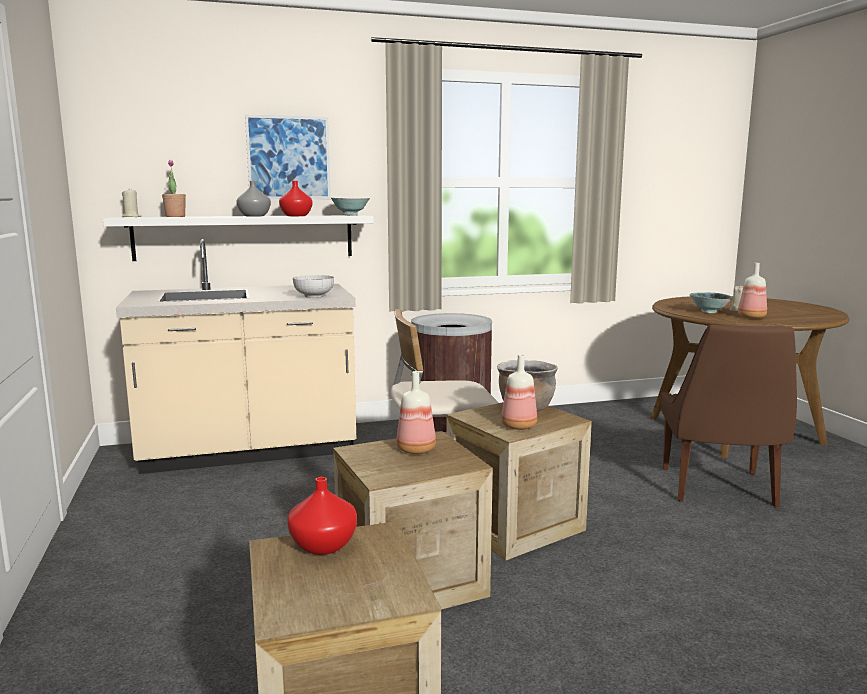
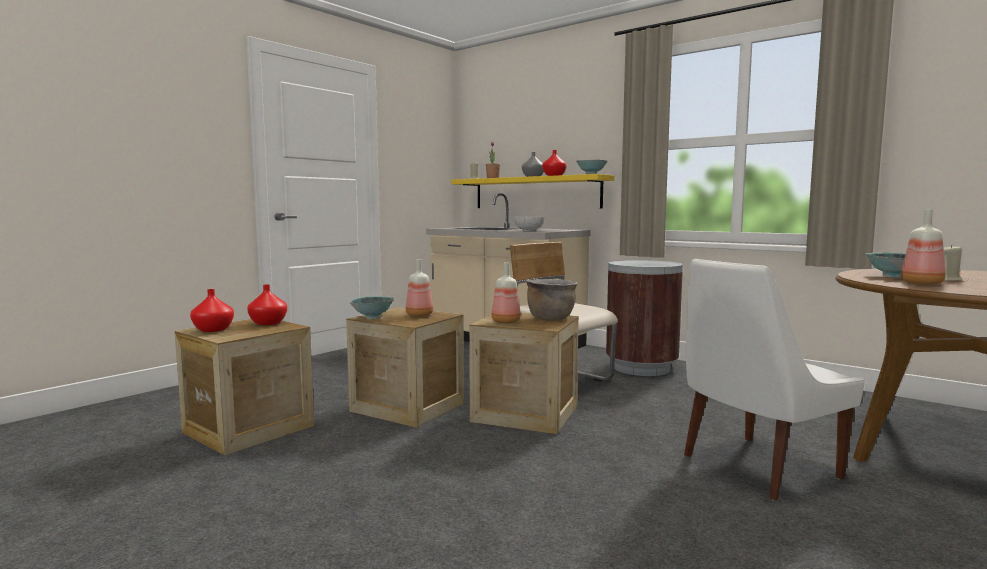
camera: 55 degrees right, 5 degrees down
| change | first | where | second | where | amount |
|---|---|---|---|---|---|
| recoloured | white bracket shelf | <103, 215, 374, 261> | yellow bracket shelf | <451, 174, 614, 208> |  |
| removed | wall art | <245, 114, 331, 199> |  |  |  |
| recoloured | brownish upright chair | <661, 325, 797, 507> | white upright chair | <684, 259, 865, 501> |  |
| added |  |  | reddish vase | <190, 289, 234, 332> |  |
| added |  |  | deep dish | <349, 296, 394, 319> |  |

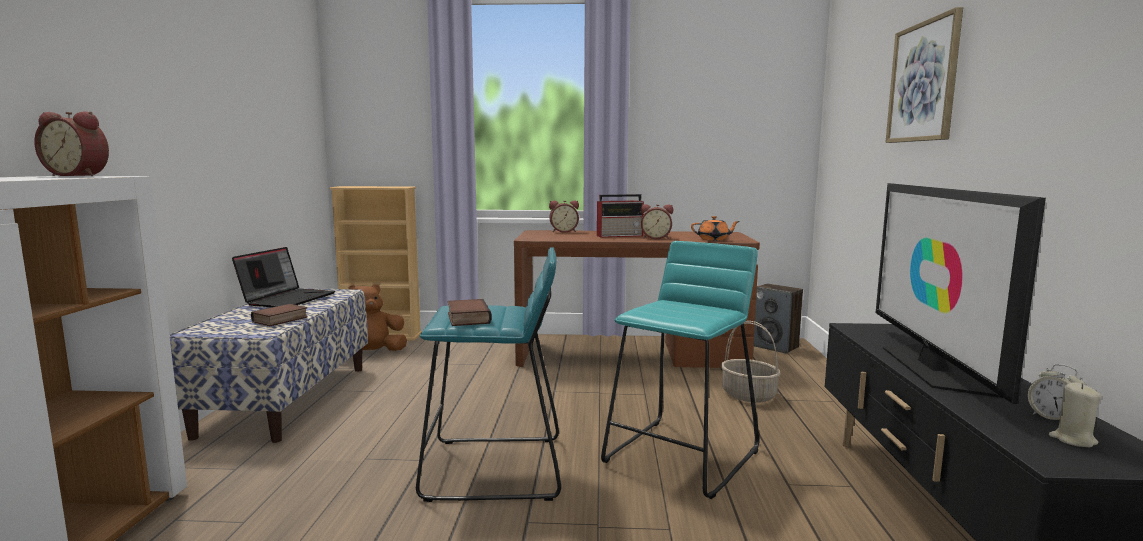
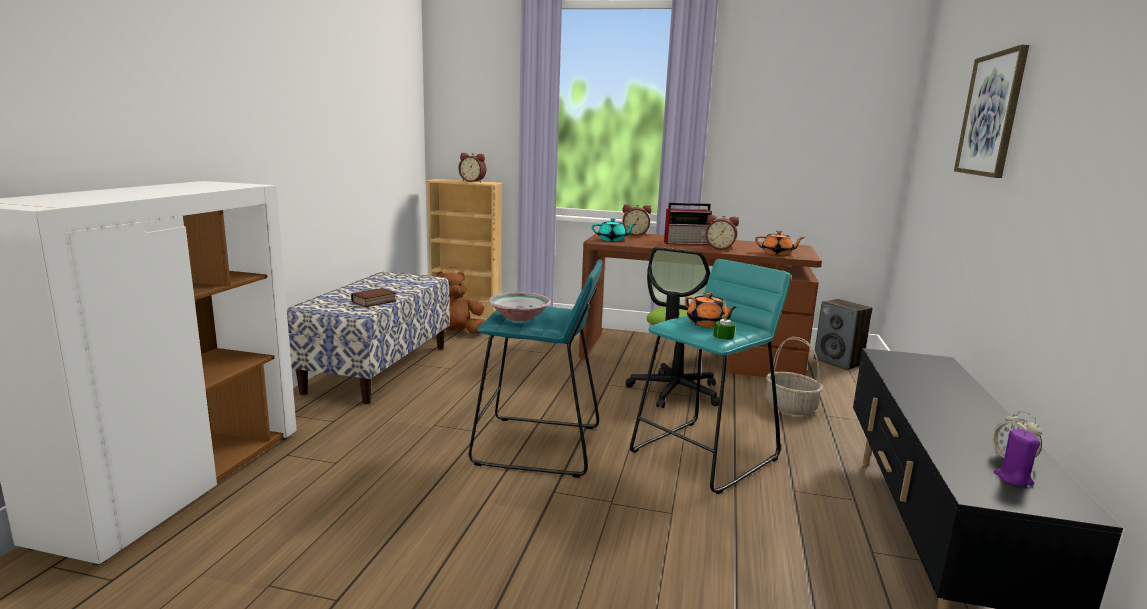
camera: 10 degrees right, 5 degrees up
| change | first | where | second | where | amount |
|---|---|---|---|---|---|
| moved | bedside clock | <34, 111, 109, 176> |  | <459, 153, 486, 182> |  |
| removed | laptop | <232, 247, 335, 307> |  |  |  |
| replaced | bound book | <448, 299, 492, 326> | deep dish | <489, 292, 551, 321> |  |
| removed | TV | <875, 183, 1046, 404> |  |  |  |
| recoloured | sand-coloured candle | <1049, 382, 1102, 447> | purplish candle | <993, 429, 1040, 487> |  |
| added |  |  | blue-green tea pot | <592, 218, 636, 241> |  |
| added |  |  | office chair | <625, 247, 719, 408> |  |
| added |  |  | orange-coloured tea pot | <685, 292, 737, 327> |  |
| added |  |  | green candle | <713, 313, 736, 340> |  |

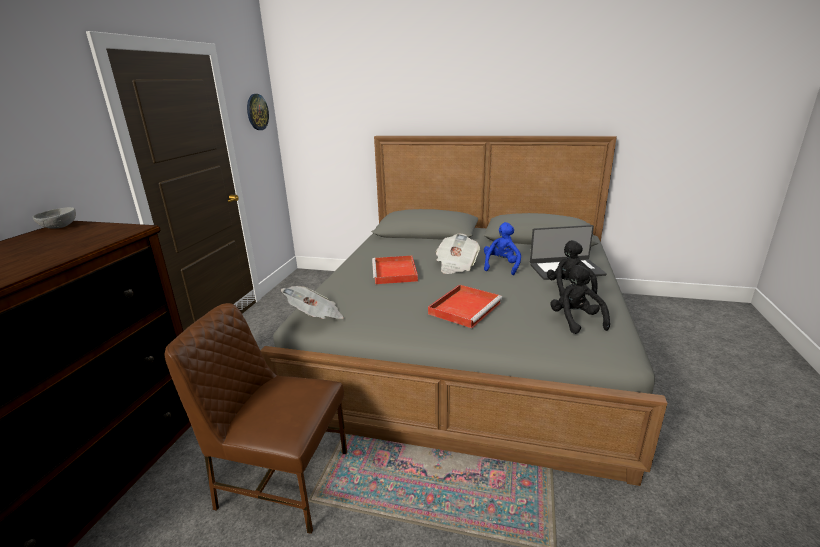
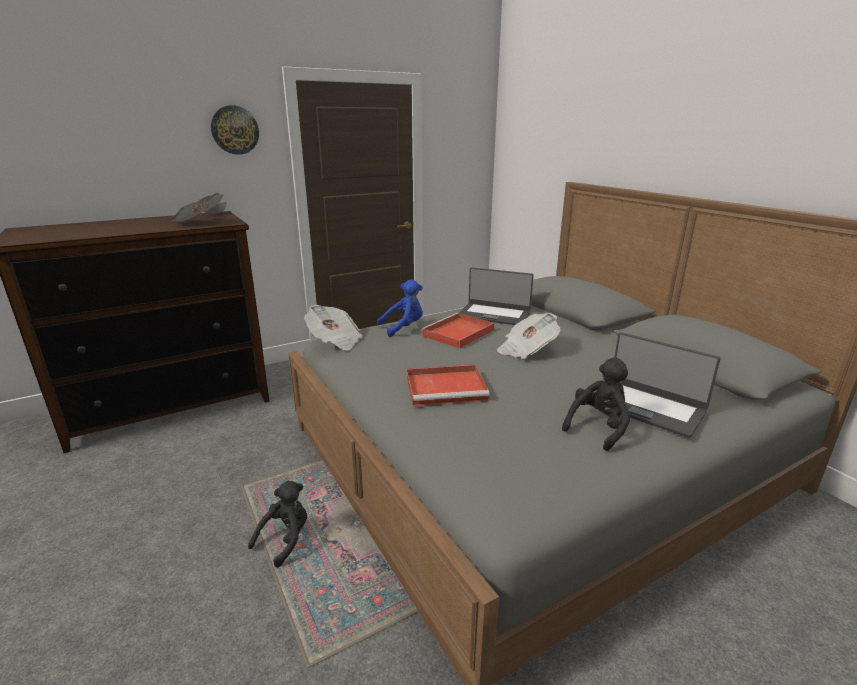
camera: 45 degrees right, 0 degrees up
| change | first | where | second | where | amount |
|---|---|---|---|---|---|
| removed | brownish upright chair | <165, 303, 347, 534> |  |  |  |
| moved | wall clock | <247, 94, 269, 130> |  | <211, 105, 259, 155> |  |
| moved | blue soft toy | <484, 222, 521, 275> |  | <377, 279, 423, 337> |  |
| moved | black-coloured soft toy | <550, 265, 610, 334> |  | <248, 481, 307, 568> |  |
| added |  |  | newspaper | <171, 193, 224, 222> |  |
| added |  |  | laptop | <459, 267, 534, 325> |  |

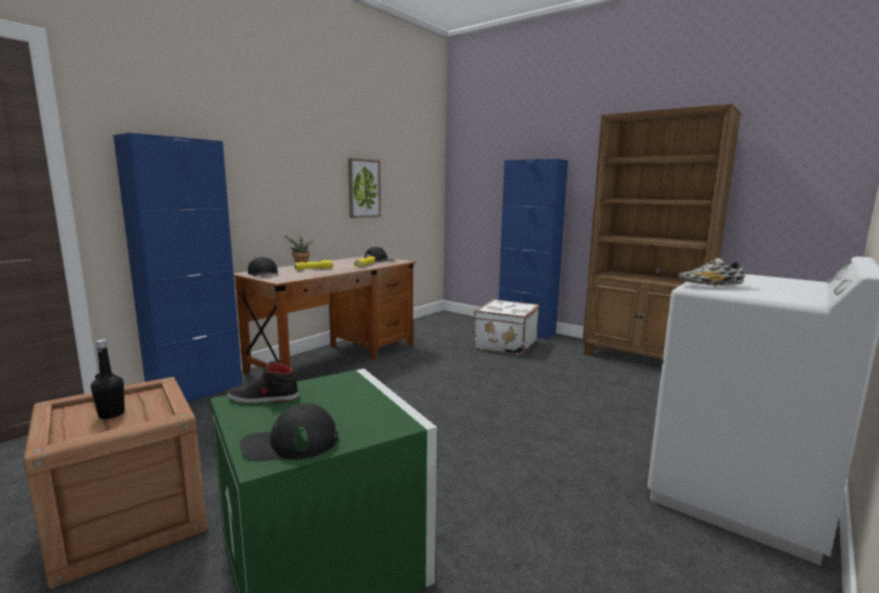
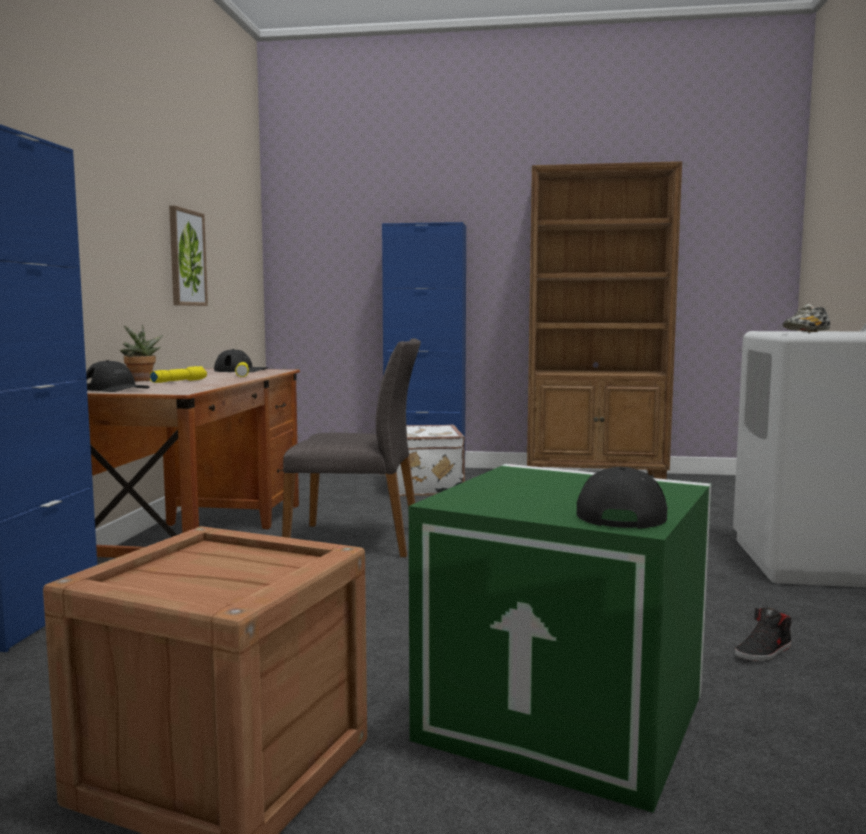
camera: 30 degrees left, 5 degrees down
| change | first | where | second | where | amount |
|---|---|---|---|---|---|
| removed | black-coloured bottle | <91, 339, 125, 419> |  |  |  |
| moved | black-coloured shoe | <227, 361, 299, 403> |  | <735, 607, 791, 662> |  |
| turned | black-coloured cap | <239, 403, 338, 461> |  | <577, 467, 668, 529> | 150 degrees clockwise |
| added |  |  | gray upright chair | <282, 338, 421, 557> |  |

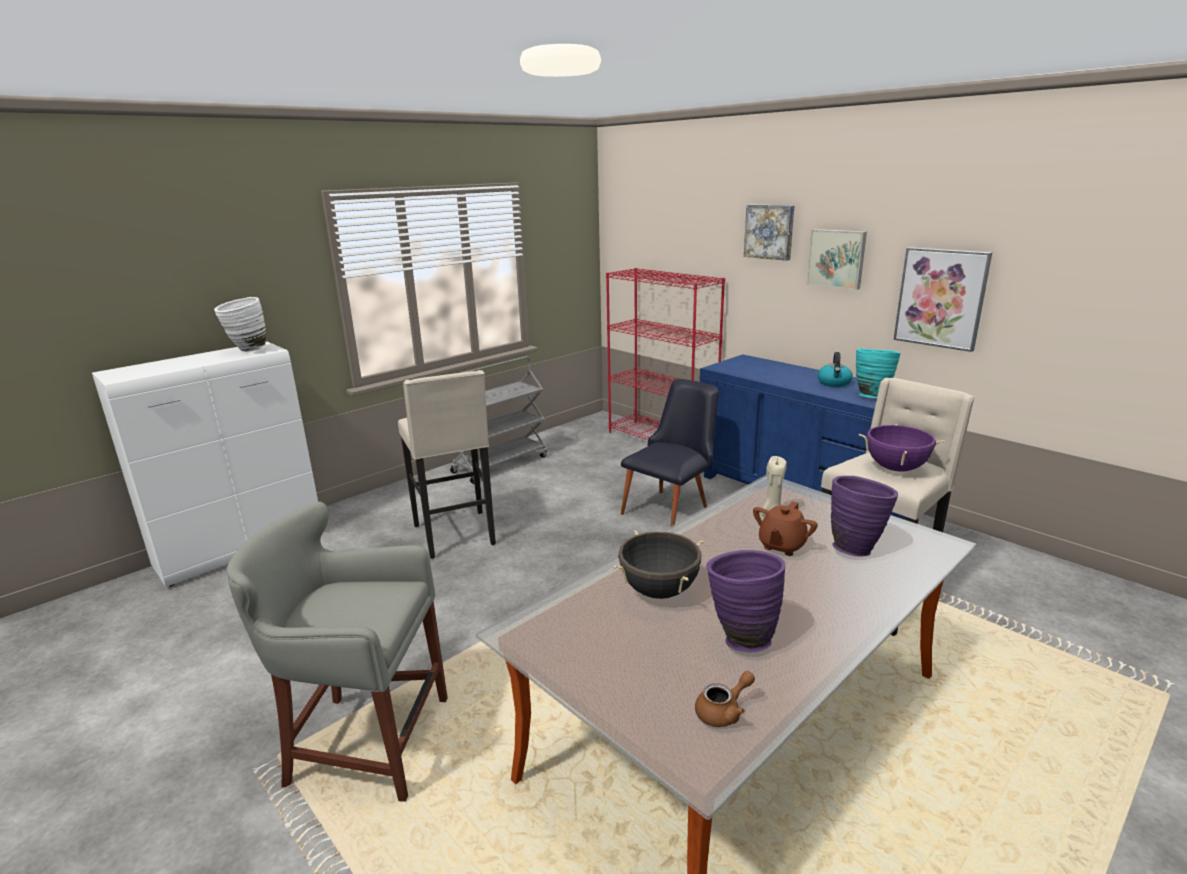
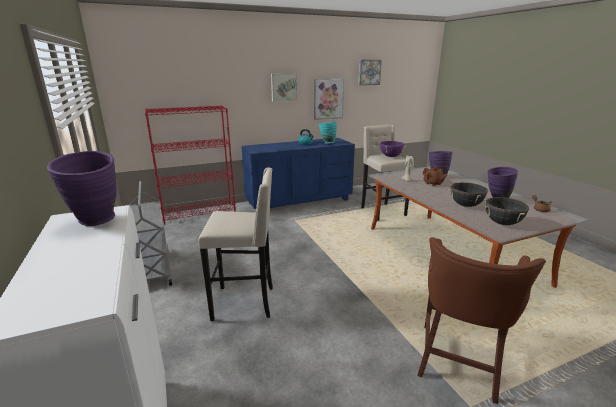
camera: 70 degrees left, 0 degrees up
| change | first | where | second | where | amount |
|---|---|---|---|---|---|
| recoloured | white vase | <214, 297, 267, 354> | purplish vase | <47, 151, 117, 226> |  |
| recoloured | gray sitting stool | <227, 502, 448, 802> | brownish sitting stool | <417, 237, 546, 404> |  |
| removed | black-coloured upright chair | <621, 379, 719, 526> |  |  |  |
| moved | wall art | <744, 204, 795, 261> |  | <358, 60, 382, 86> |  |
| added |  |  | black-coloured stockpot | <485, 196, 529, 225> |  |

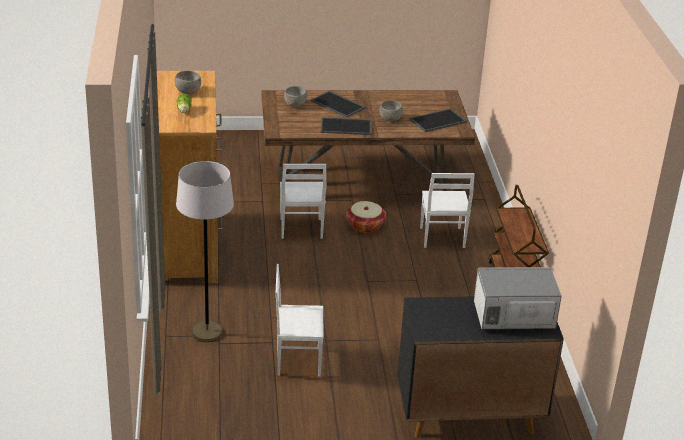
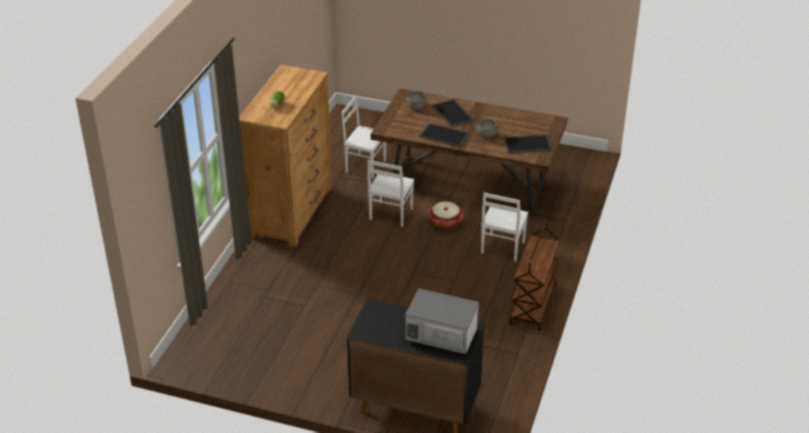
camera: 25 degrees right, 5 degrees up
| change | first | where | second | where | amount |
|---|---|---|---|---|---|
| removed | gray deep dish | <175, 71, 201, 94> |  |  |  |
| removed | gray standard lamp | <176, 161, 234, 342> |  |  |  |
| moved | white upright chair | <276, 264, 324, 376> |  | <342, 95, 386, 179> |  |

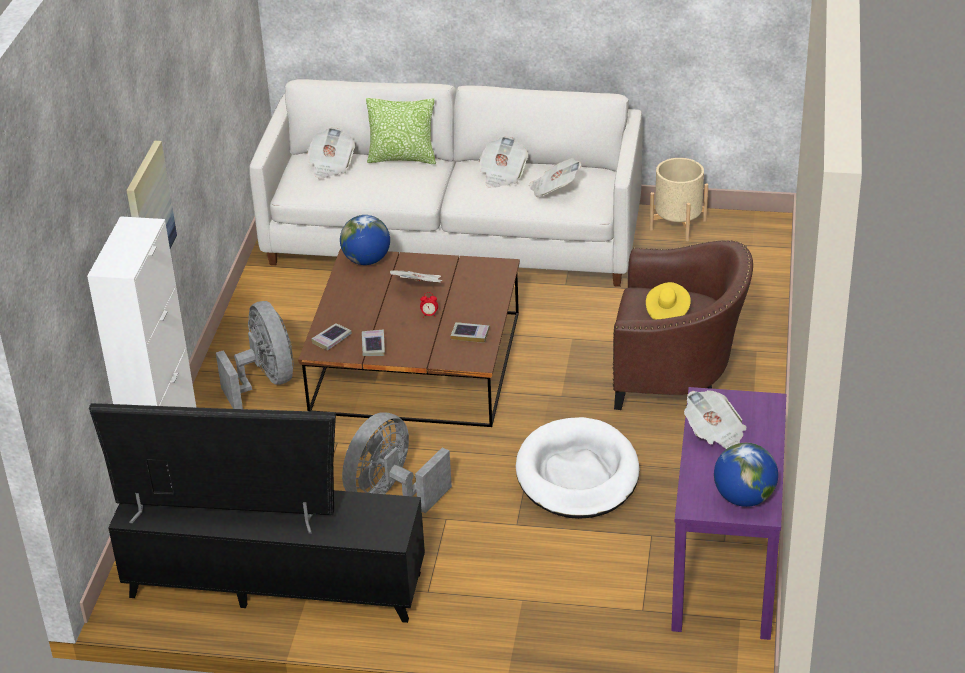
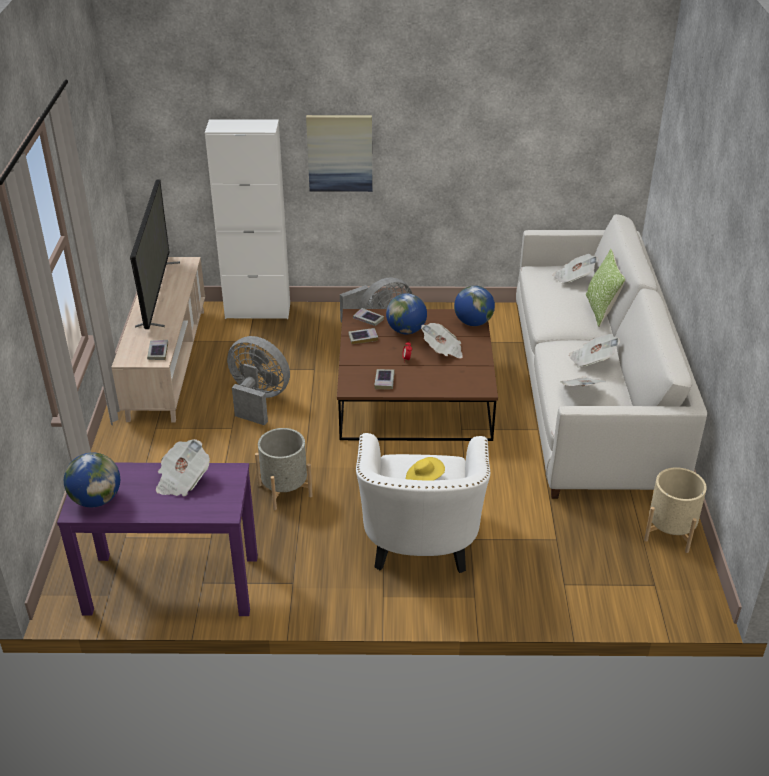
camera: 80 degrees right, 0 degrees up
| change | first | where | second | where | amount |
|---|---|---|---|---|---|
| recoloured | black-coloured tv stand | <108, 490, 425, 623> | sand-coloured tv stand | <111, 257, 205, 422> |  |
| replaced | white pet bed | <516, 417, 640, 519> | gray plant pot | <255, 428, 313, 510> |  |
| recoloured | brownish lounge chair | <613, 240, 753, 410> | white lounge chair | <356, 433, 490, 573> |  |
| added |  |  | bound book | <147, 340, 168, 360> |  |
| added |  |  | globe | <386, 293, 427, 334> |  |

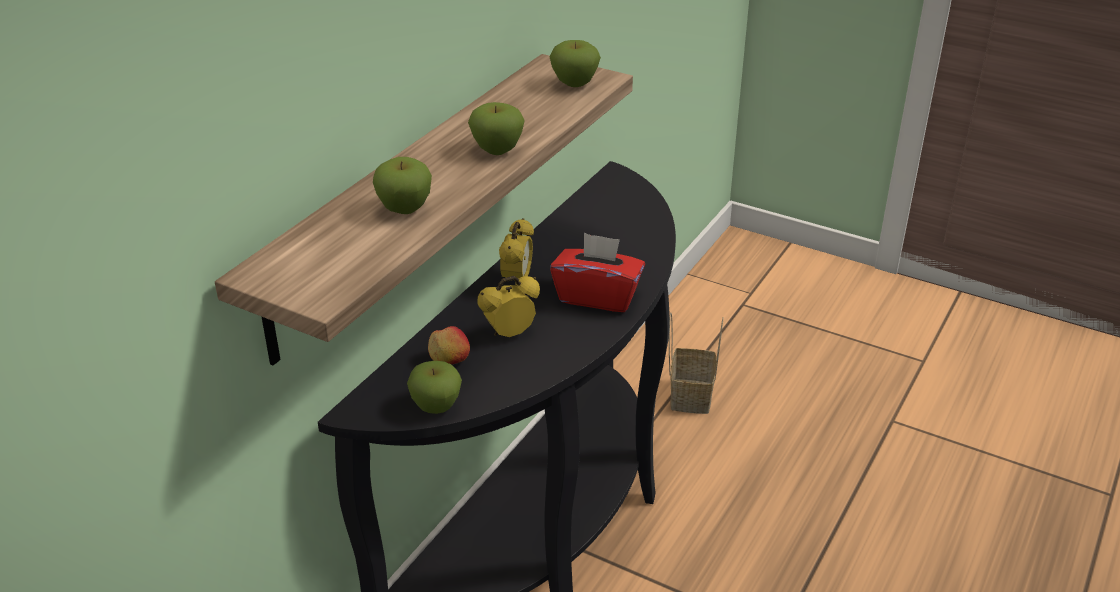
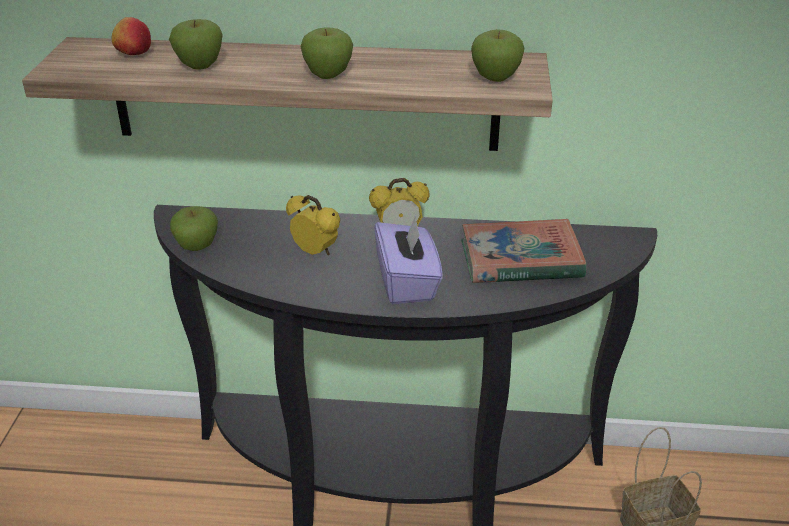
camera: 65 degrees right, 0 degrees up
| change | first | where | second | where | amount |
|---|---|---|---|---|---|
| moved | whole apple | <428, 326, 470, 365> |  | <112, 17, 151, 55> |  |
| recoloured | reddish tissue box | <550, 233, 645, 312> | purplish tissue box | <374, 215, 443, 304> |  |
| added |  |  | bound book | <461, 219, 586, 283> |  |

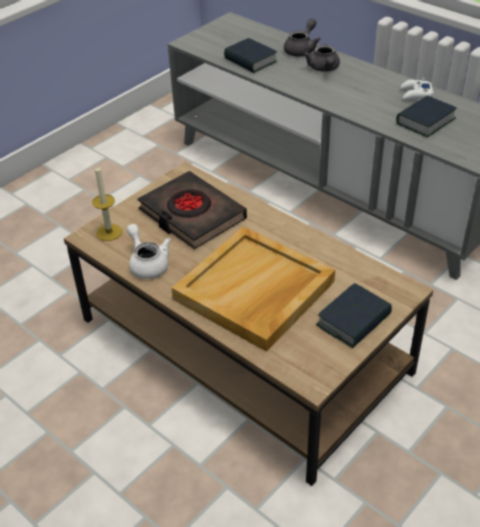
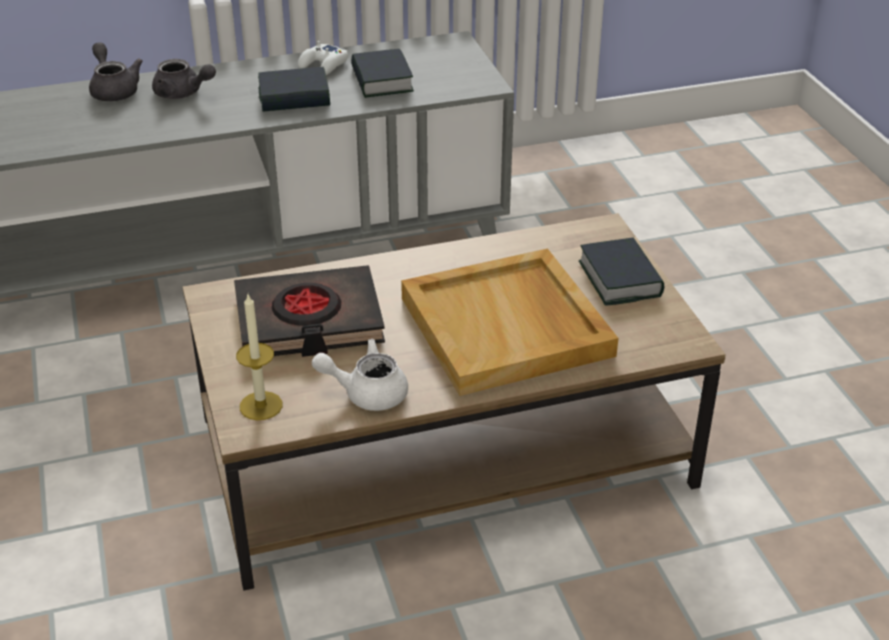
camera: 60 degrees left, 5 degrees down
| change | first | where | second | where | amount |
|---|---|---|---|---|---|
| moved | bound book | <224, 38, 277, 73> |  | <258, 67, 330, 112> |  |

